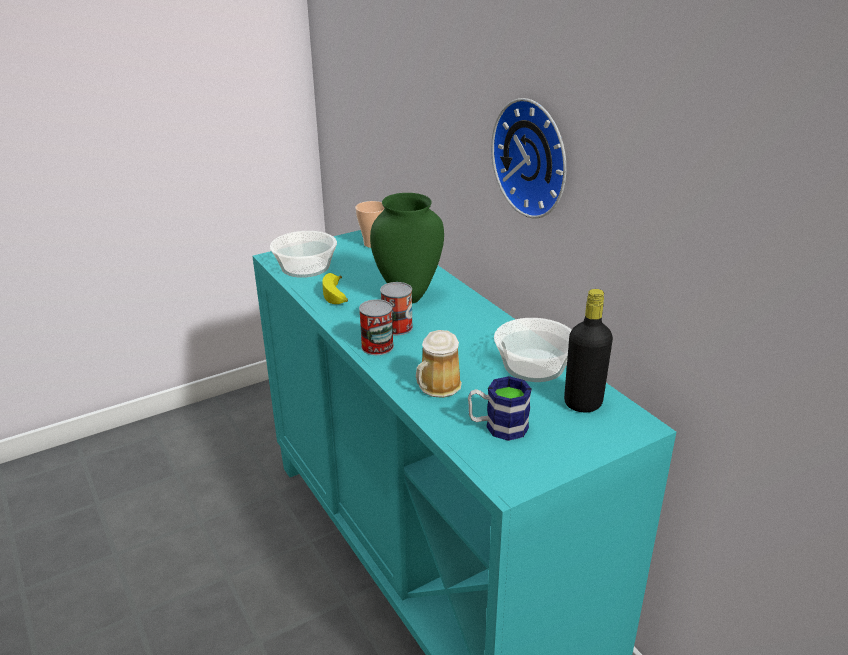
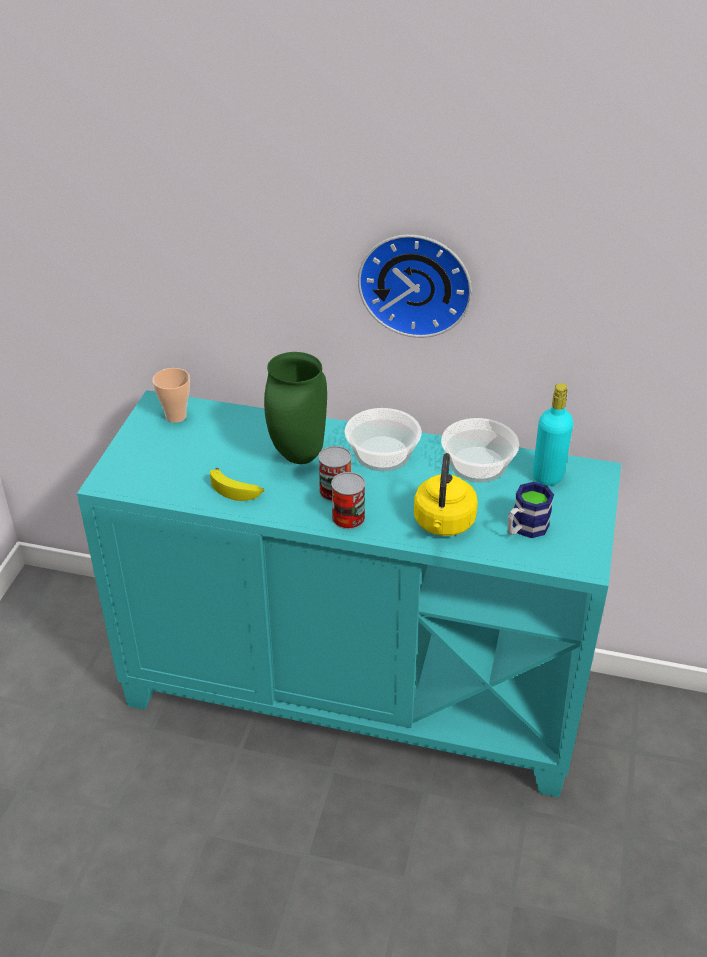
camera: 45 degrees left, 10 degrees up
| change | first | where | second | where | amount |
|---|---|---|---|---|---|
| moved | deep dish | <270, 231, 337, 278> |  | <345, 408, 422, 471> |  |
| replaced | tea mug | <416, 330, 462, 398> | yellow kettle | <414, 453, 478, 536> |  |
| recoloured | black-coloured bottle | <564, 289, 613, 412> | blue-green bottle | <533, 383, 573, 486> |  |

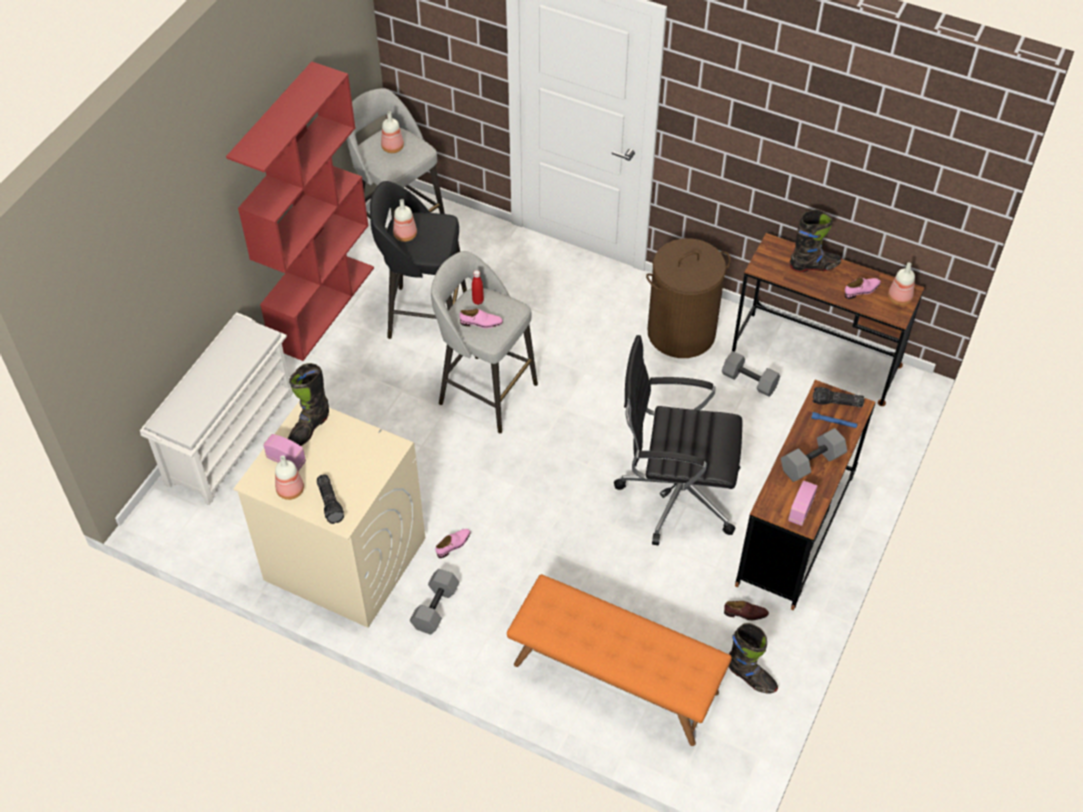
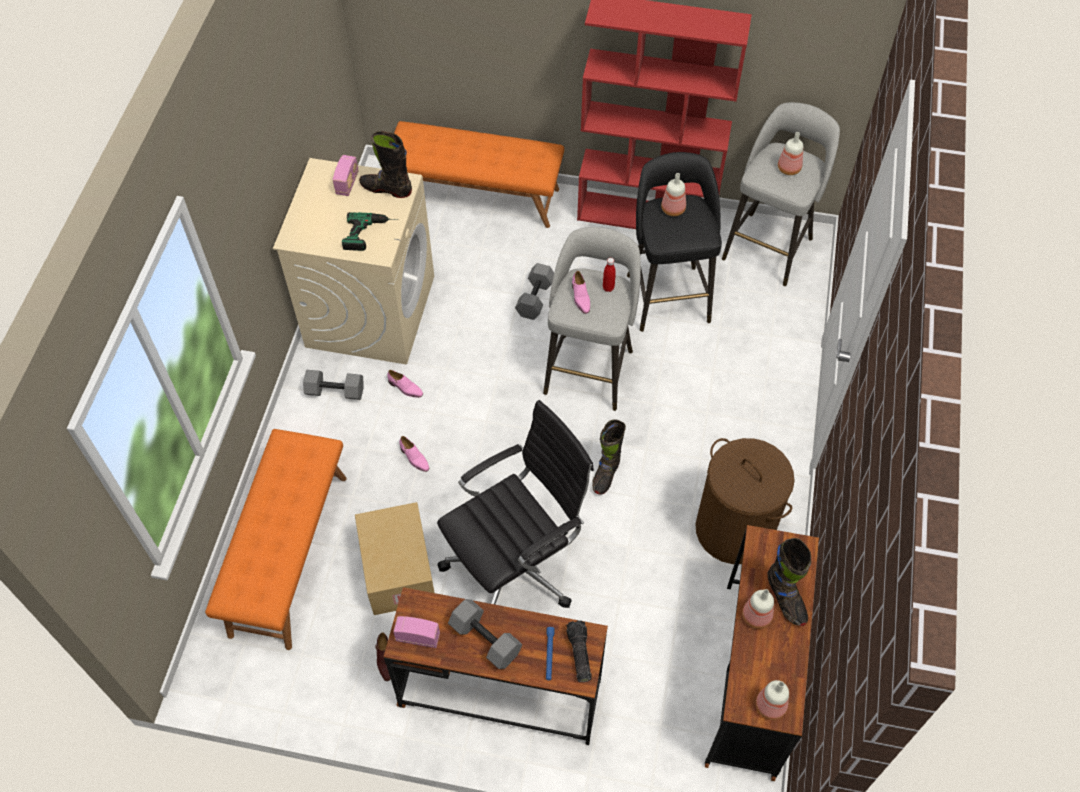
camera: 75 degrees right, 5 degrees up
| change | first | where | second | where | amount |
|---|---|---|---|---|---|
| replaced | white shoe rack | <140, 312, 293, 505> | orange-coloured bench | <394, 121, 564, 228> |  |
| moved | bottle | <275, 456, 304, 500> |  | <742, 589, 774, 629> |  |
| removed | flashlight | <317, 475, 344, 524> |  |  |  |
| turned | black-coloured office chair | <614, 335, 742, 545> |  | <437, 400, 594, 608> | 60 degrees clockwise |
| moved | gray hand weight | <722, 351, 780, 397> |  | <515, 263, 554, 320> |  |
| moved | black-coloured boot | <729, 623, 778, 694> |  | <592, 419, 626, 495> |  |
| moved | pink-coloured shoe | <845, 278, 881, 299> |  | <399, 436, 429, 472> |  |
| added |  |  | drill | <342, 212, 398, 251> |  |
| added |  |  | carton | <355, 502, 435, 615> |  |

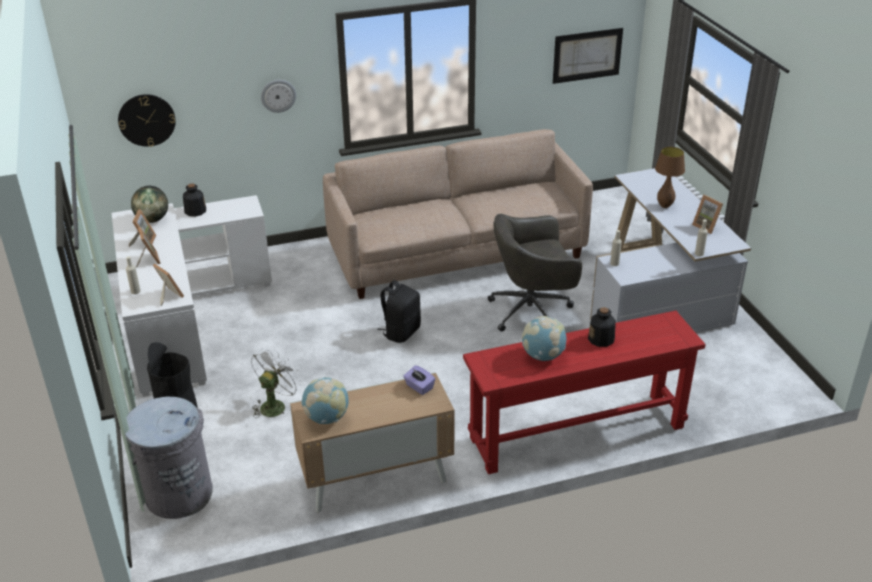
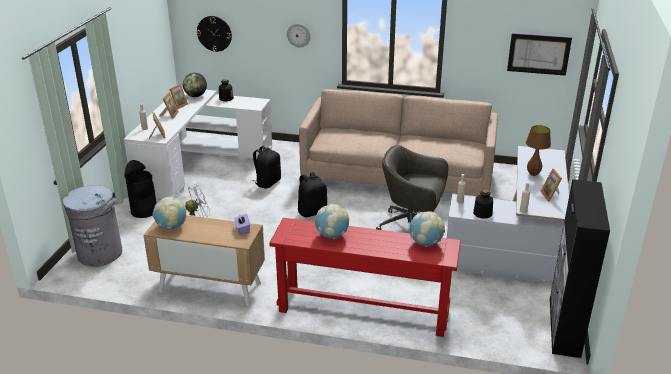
camera: 30 degrees right, 5 degrees down
| change | first | where | second | where | amount |
|---|---|---|---|---|---|
| moved | bottle | <588, 307, 616, 347> |  | <473, 189, 493, 219> |  |
| added |  |  | black-coloured backpack | <252, 146, 281, 188> |  |
| added |  |  | globe | <409, 211, 445, 247> |  |
| added |  |  | black-coloured cupboard | <550, 179, 610, 358> |  |

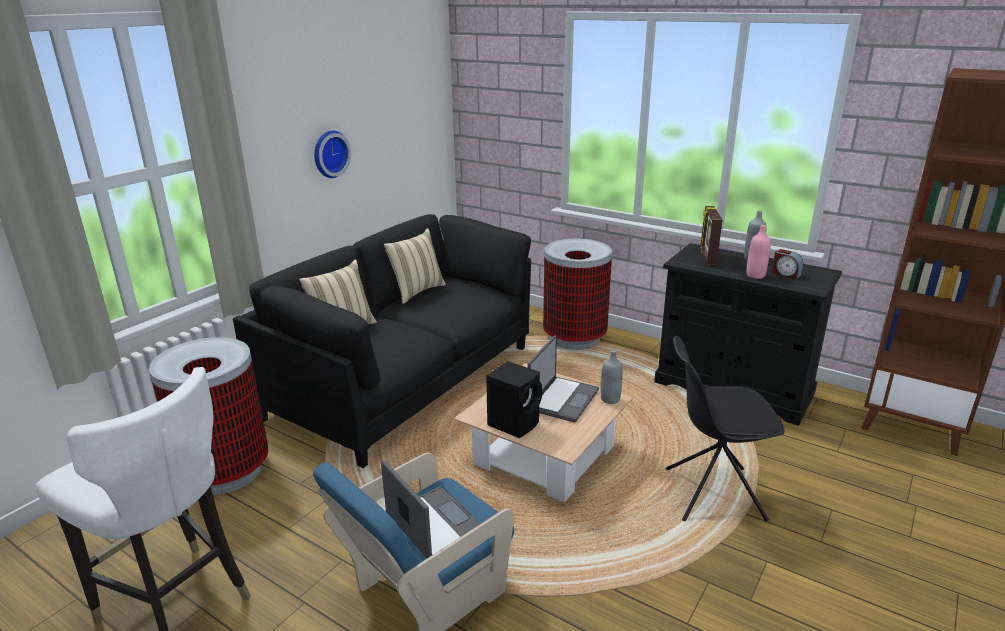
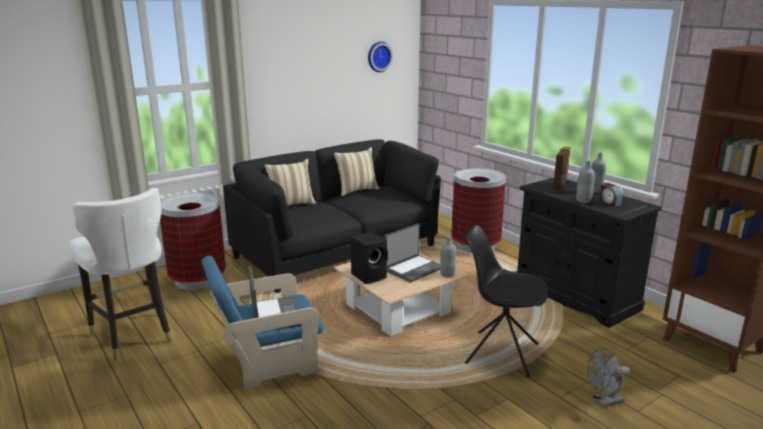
camera: 20 degrees right, 5 degrees down
| change | first | where | second | where | amount |
|---|---|---|---|---|---|
| moved | wall clock | <314, 130, 351, 178> |  | <368, 41, 393, 72> |  |
| recoloured | pink-coloured bottle | <747, 225, 771, 279> | gray bottle | <576, 161, 595, 203> |  |
| added |  |  | gray cooling fan | <587, 348, 630, 408> |  |

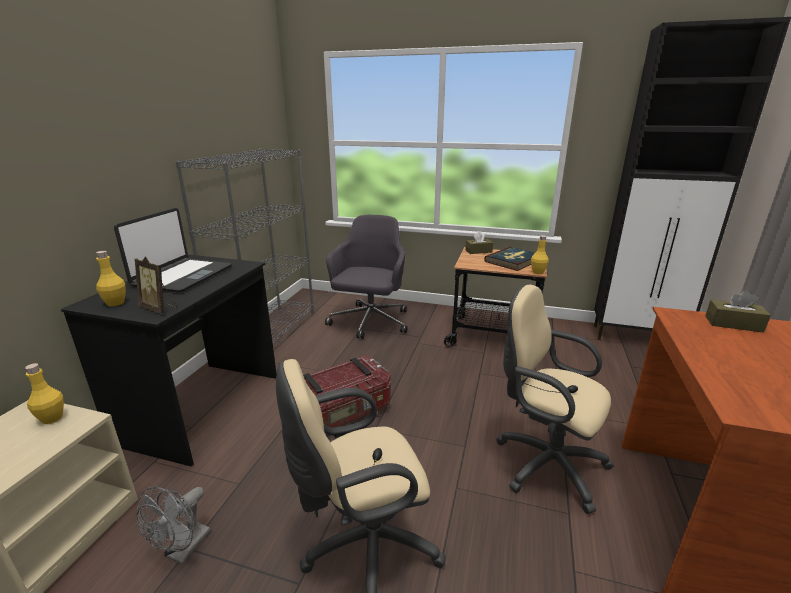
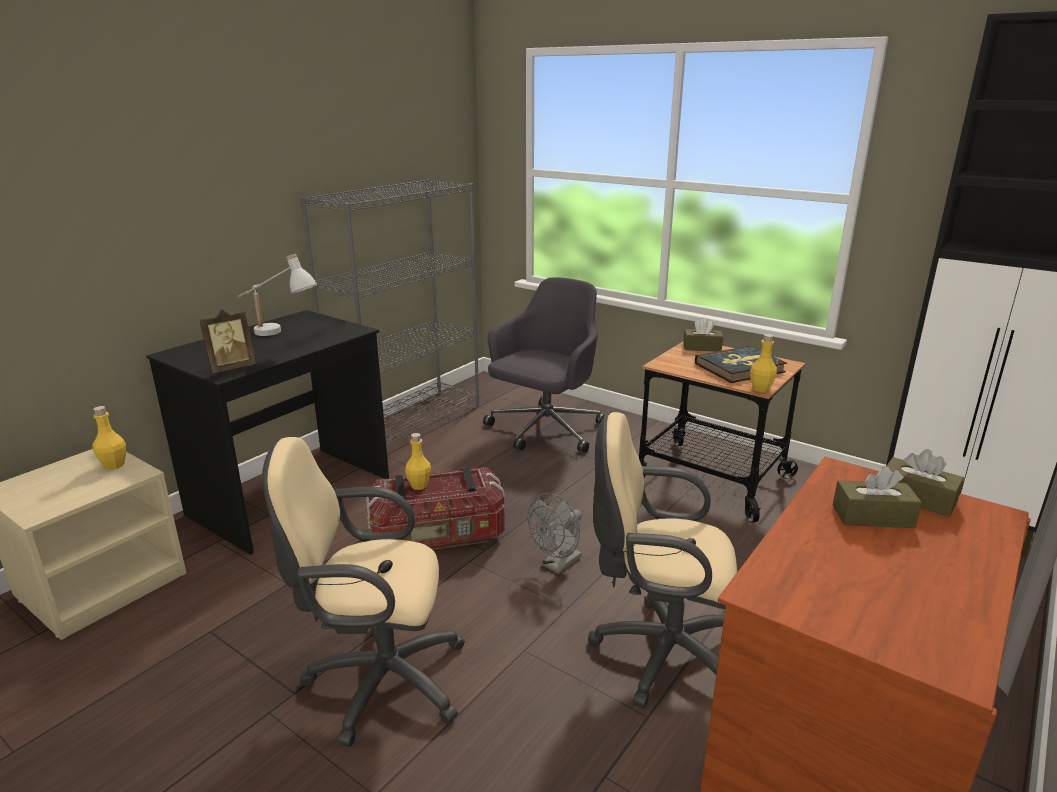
camera: 20 degrees right, 0 degrees up
| change | first | where | second | where | amount |
|---|---|---|---|---|---|
| moved | yellow bottle | <96, 251, 126, 306> |  | <405, 433, 431, 490> |  |
| replaced | laptop | <114, 208, 232, 293> | white lamp for a table | <238, 254, 317, 336> |  |
| turned | photo frame | <135, 256, 177, 314> |  | <199, 309, 256, 374> | 90 degrees counterclockwise |
| moved | gray cooling fan | <136, 487, 211, 564> |  | <528, 493, 582, 574> |  |
| turned | sand-coloured office chair | <496, 284, 614, 514> |  | <588, 412, 737, 708> | 45 degrees counterclockwise |
| added |  |  | brownish tissue box | <833, 466, 922, 528> |  |

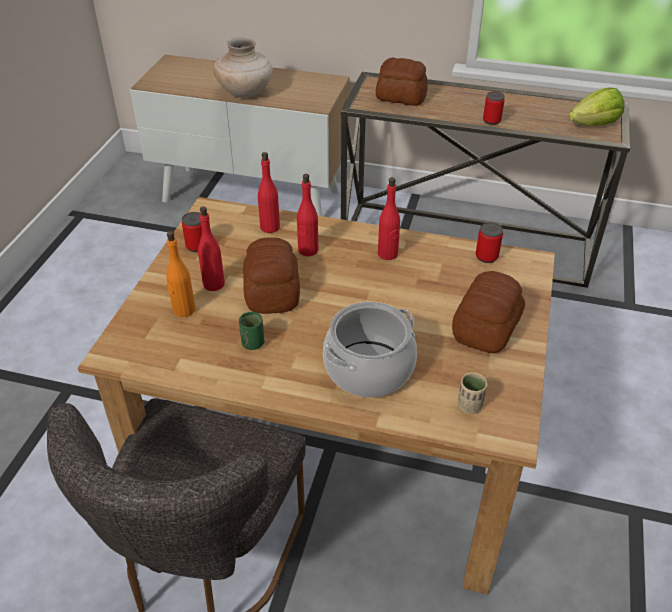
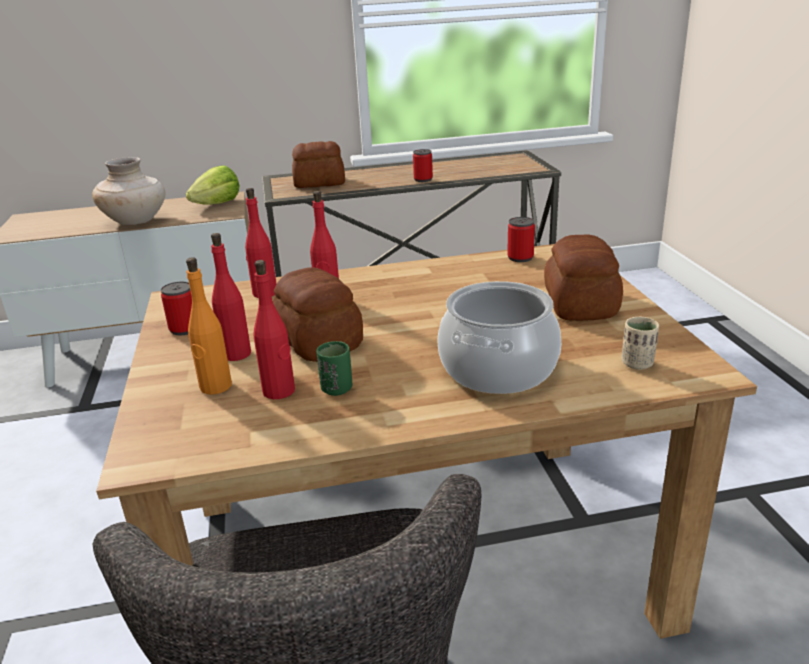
camera: 25 degrees left, 15 degrees down
| change | first | where | second | where | amount |
|---|---|---|---|---|---|
| moved | reddish bottle | <378, 177, 400, 260> |  | <253, 260, 295, 399> |  |
| moved | lettuce | <569, 88, 624, 126> |  | <186, 165, 240, 205> |  |

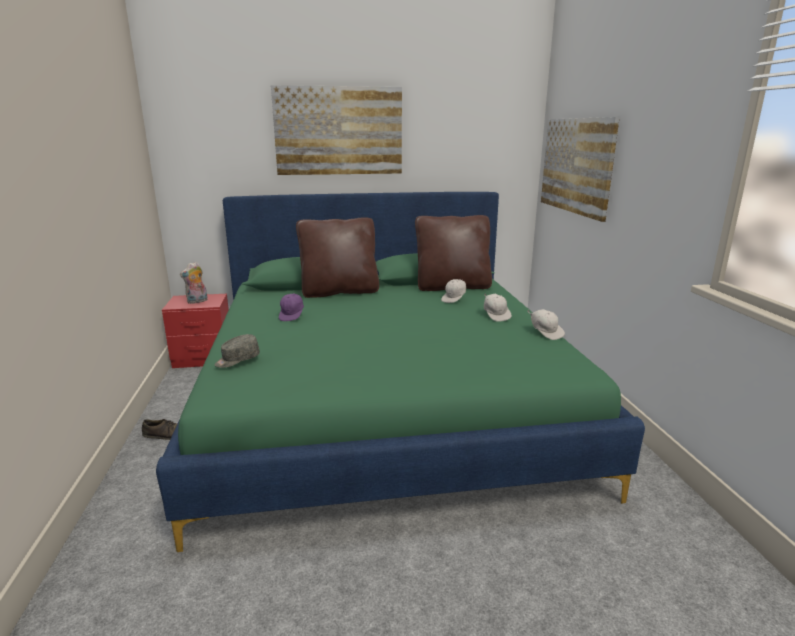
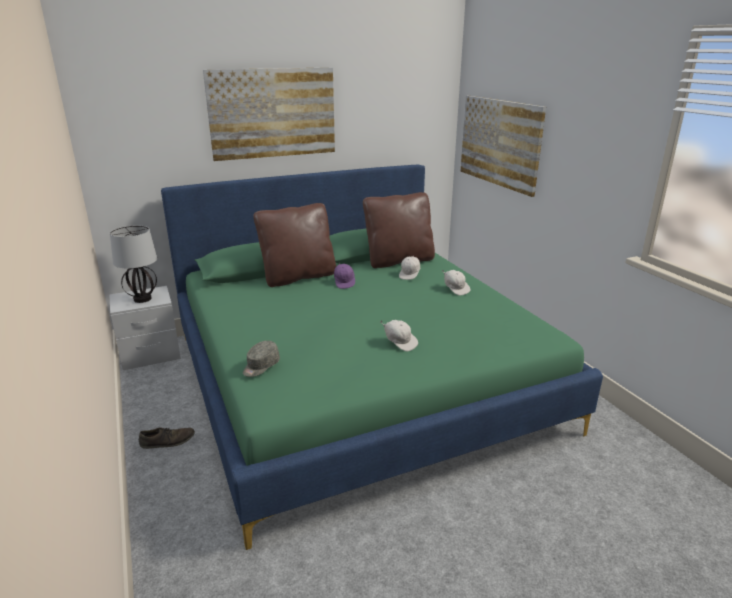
camera: 15 degrees left, 5 degrees up
| change | first | where | second | where | amount |
|---|---|---|---|---|---|
| recoloured | reddish nightstand | <162, 294, 229, 368> | gray nightstand | <109, 286, 181, 370> |  |
| replaced | soft toy | <180, 262, 208, 304> | lamp for a table | <110, 225, 157, 303> |  |
| moved | purplish cap | <279, 294, 304, 321> |  | <334, 263, 355, 289> |  |
| moved | white cap | <527, 309, 565, 340> |  | <380, 320, 418, 351> |  |

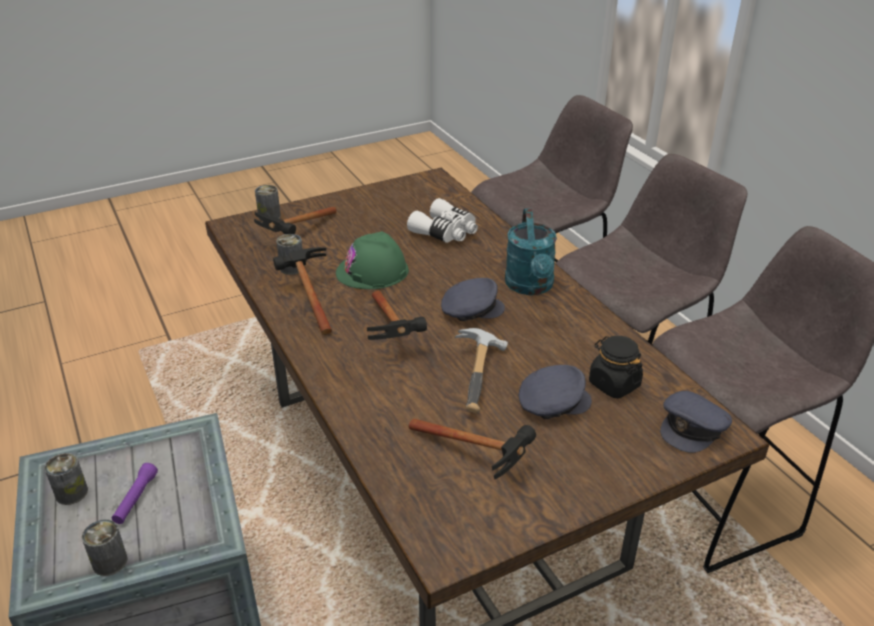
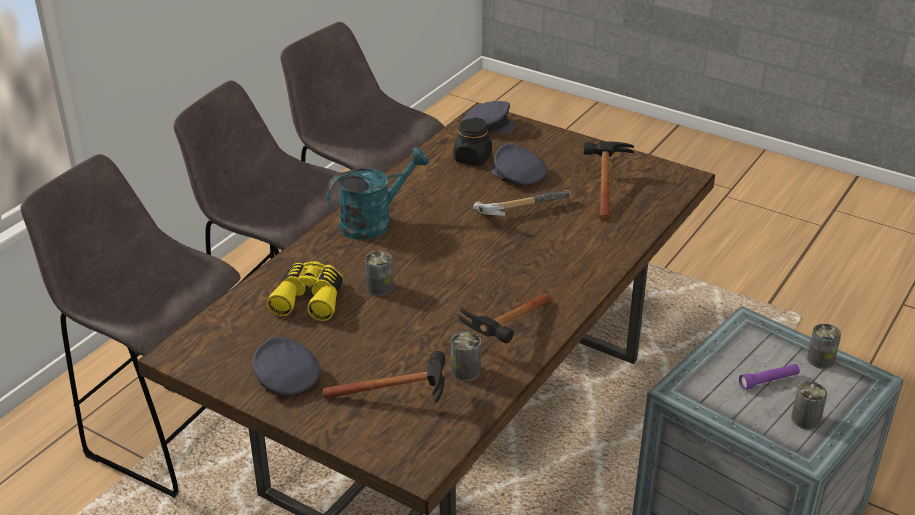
camera: 120 degrees left, 0 degrees up
| change | first | where | second | where | amount |
|---|---|---|---|---|---|
| moved | sealed can | <255, 185, 281, 221> |  | <365, 251, 393, 296> |  |
| removed | green work helmet | <336, 231, 409, 289> |  |  |  |
| removed | hammer | <367, 291, 427, 340> |  |  |  |
| recoloured | white pair of binoculars | <407, 198, 478, 243> | yellow pair of binoculars | <267, 261, 343, 321> |  |
| moved | gray cap | <441, 278, 505, 321> |  | <252, 337, 321, 395> |  |

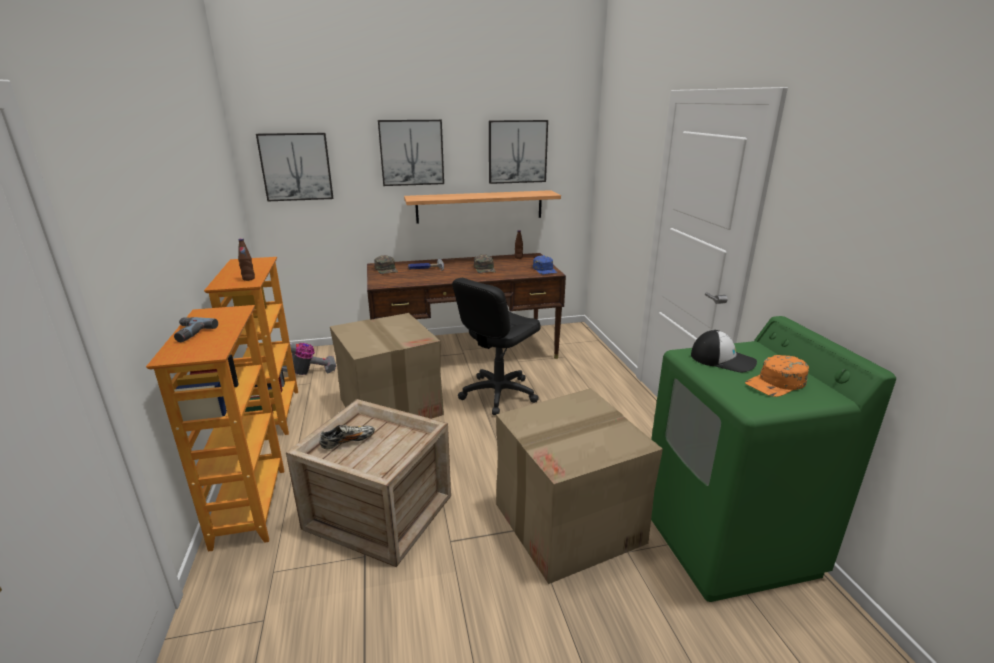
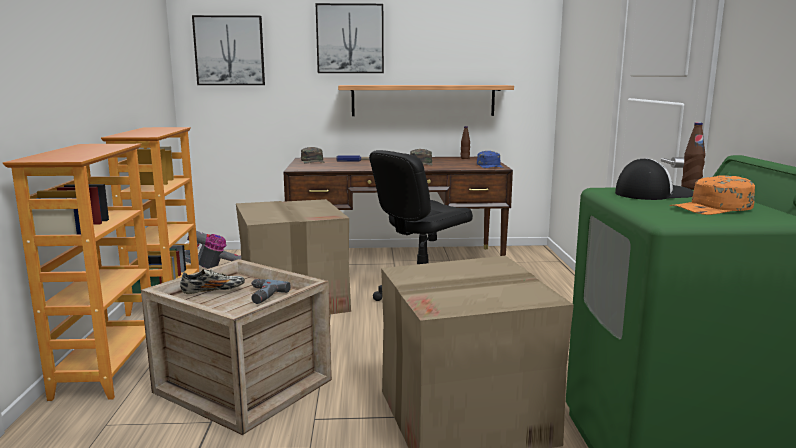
camera: 10 degrees right, 10 degrees down
| change | first | where | second | where | amount |
|---|---|---|---|---|---|
| moved | drill | <174, 317, 218, 342> |  | <251, 279, 290, 304> |  |
| moved | brownish bottle | <238, 238, 255, 281> |  | <681, 122, 705, 190> |  |
| removed | wall art | <489, 120, 548, 184> |  |  |  |
| turned | cap | <691, 330, 757, 373> |  | <615, 158, 694, 200> | 60 degrees counterclockwise |

